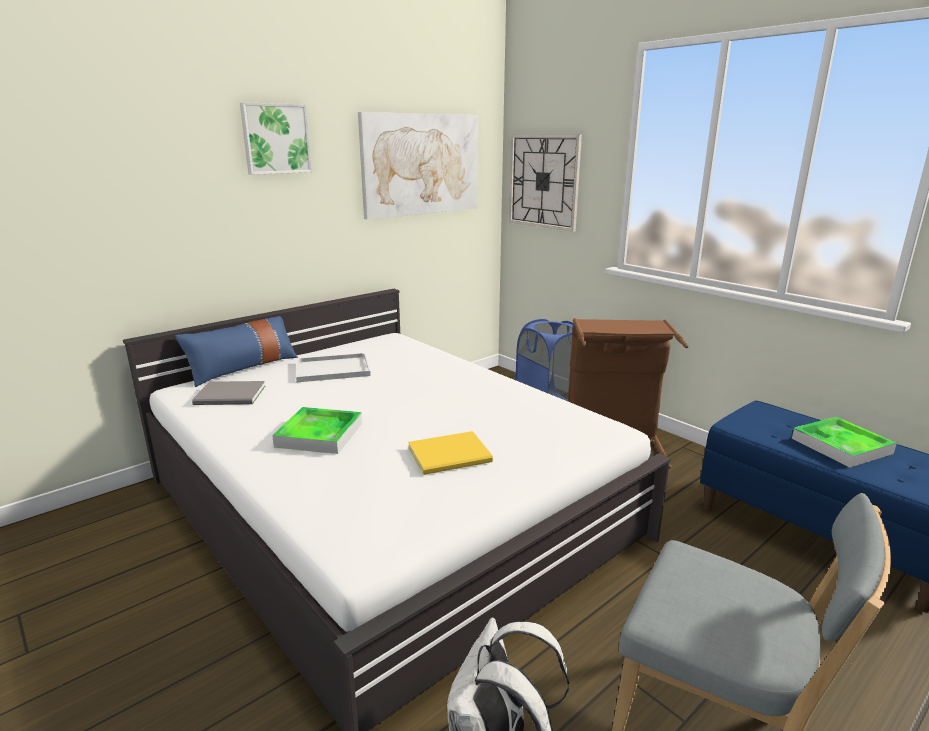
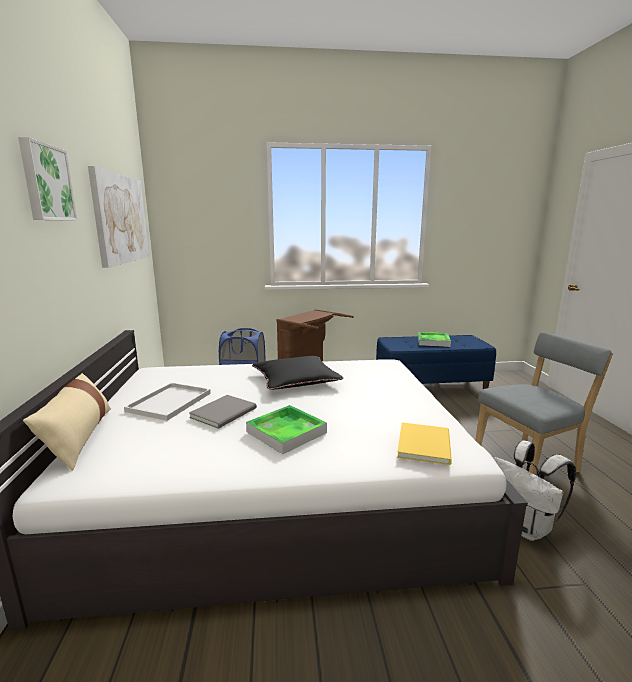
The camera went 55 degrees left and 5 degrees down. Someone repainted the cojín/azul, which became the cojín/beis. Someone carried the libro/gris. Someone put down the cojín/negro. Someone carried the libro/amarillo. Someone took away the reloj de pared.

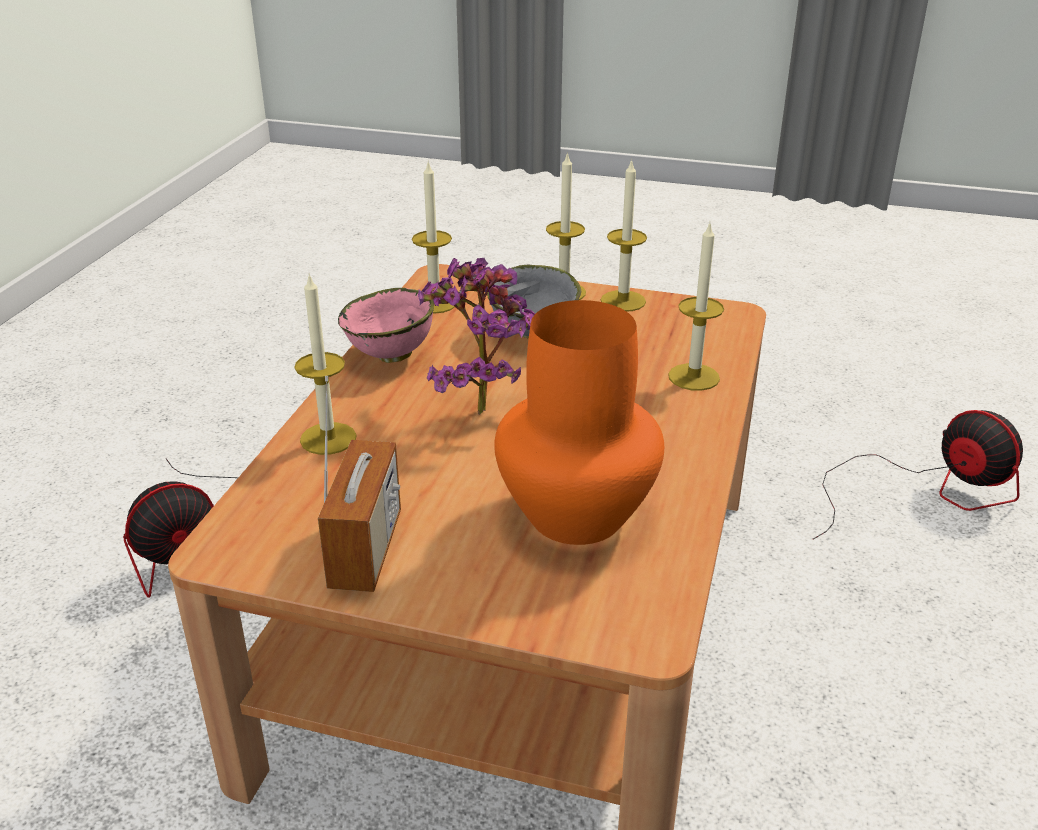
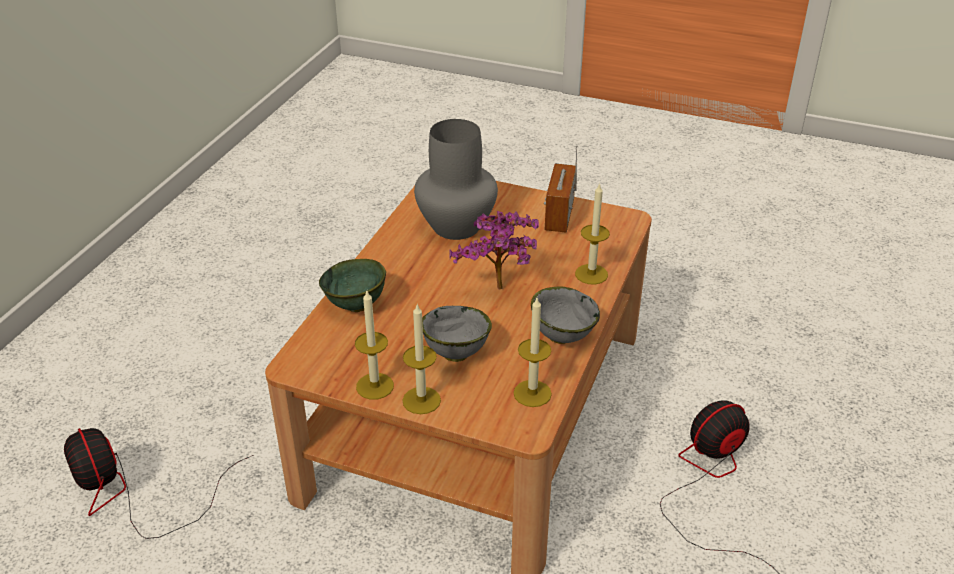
The camera went 175 degrees left and 5 degrees up. Someone swapped the vela (5th from left) for the cuenco/verde. Someone repainted the florero/naranja, which became the florero/gris. Someone repainted the cuenco/rosa, which became the cuenco/gris (2nd from left).

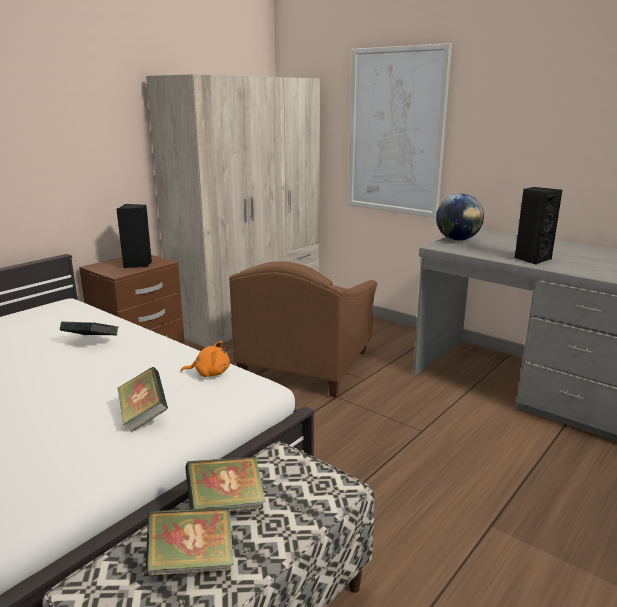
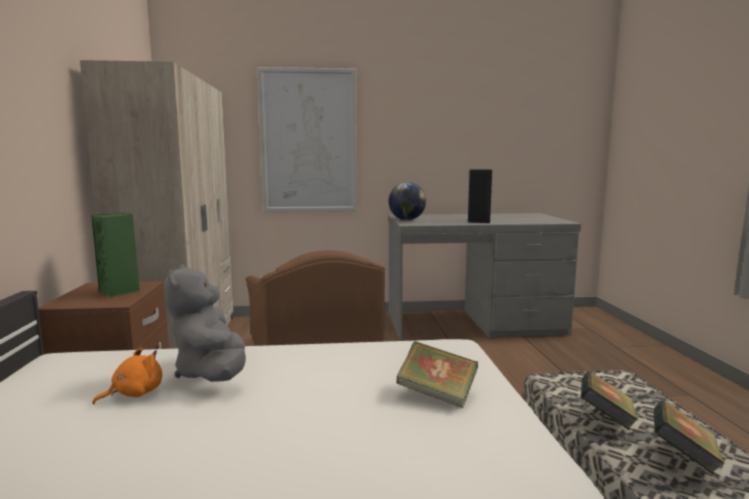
The camera went 45 degrees left and 10 degrees down. Someone repainted the altavoz/negro (1st from left), which became the altavoz/verde. Someone carried the peluche/naranja. Someone swapped the libro (1st from left) for the peluche/gris.

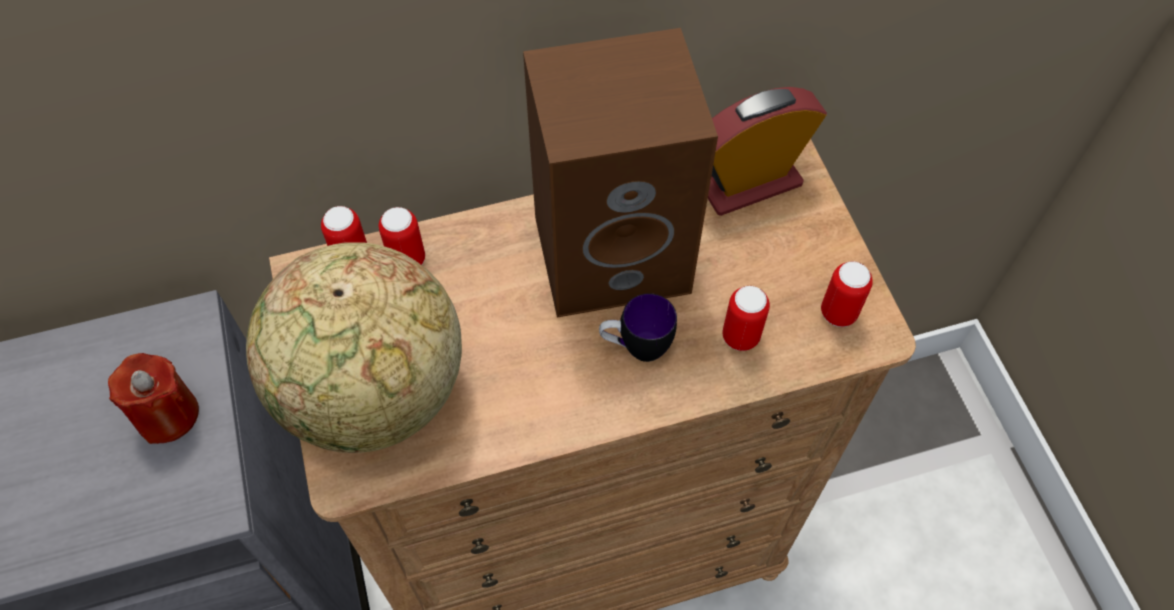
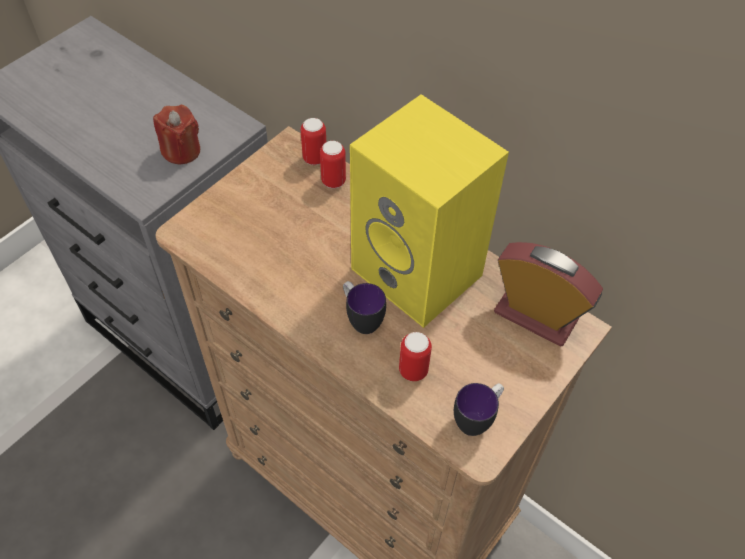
The camera went 55 degrees right and 5 degrees down. Someone repainted the altavoz/marrón, which became the altavoz/amarillo. Someone swapped the lata (4th from left) for the taza grande (2nd from left). Someone took away the globo terráqueo.

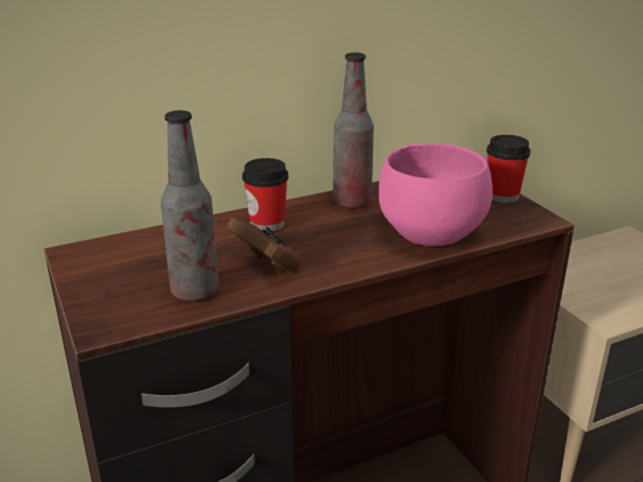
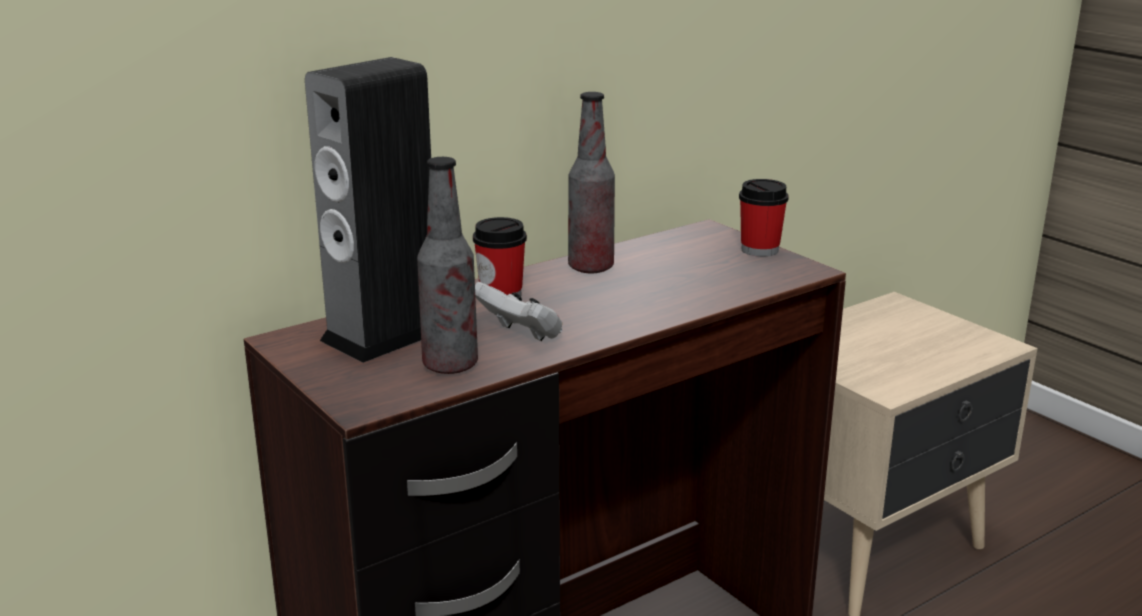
The camera went 10 degrees left and 5 degrees down. Someone put down the altavoz. Someone repainted the mando de consola/marrón, which became the mando de consola/blanco. Someone took away the cuenco/rosa.

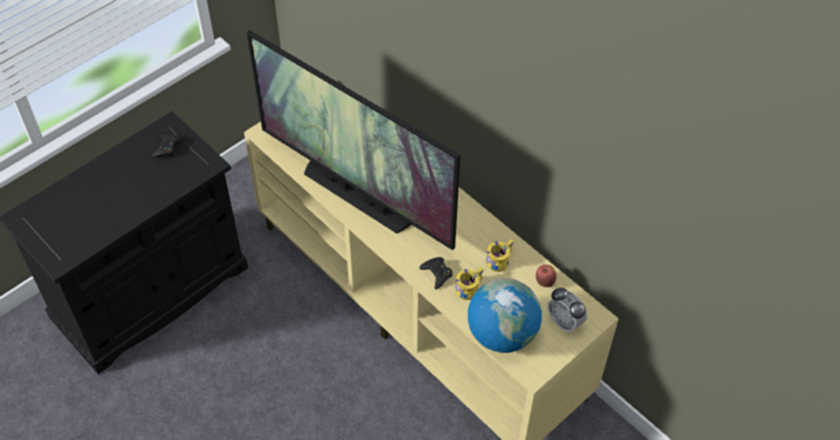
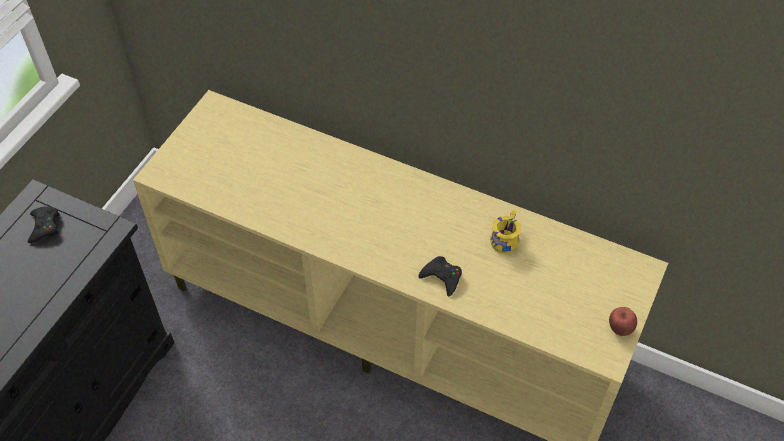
The camera went 20 degrees left and 0 degrees up. Someone carried the manzana. Someone took away the televisor. Someone took away the taza grande/amarillo (1st from left). Someone took away the globo terráqueo. Someone took away the despertador.

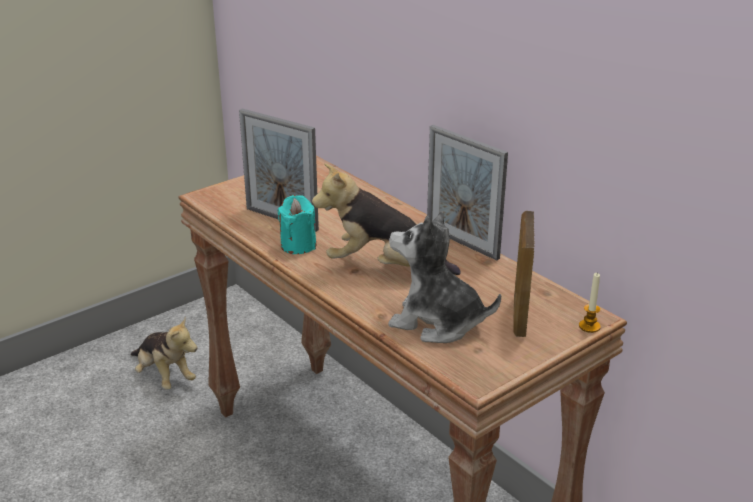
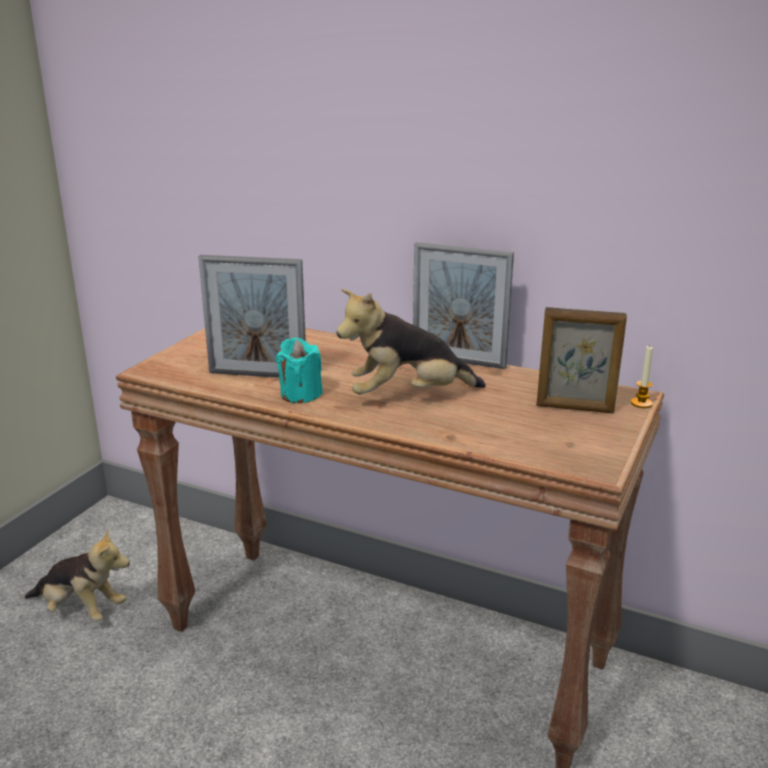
The camera went 25 degrees left and 5 degrees down. Someone rotated the portarretratos (3rd from left) by 60 degrees counterclockwise. Someone took away the peluche (3rd from left).

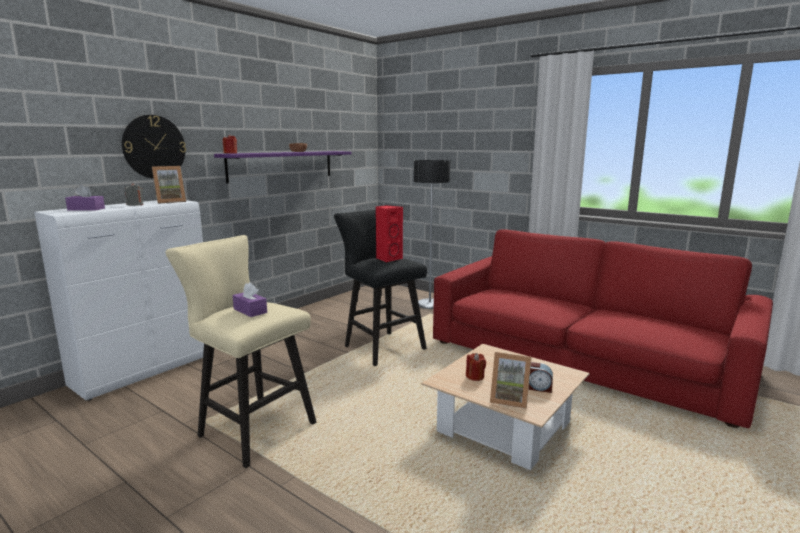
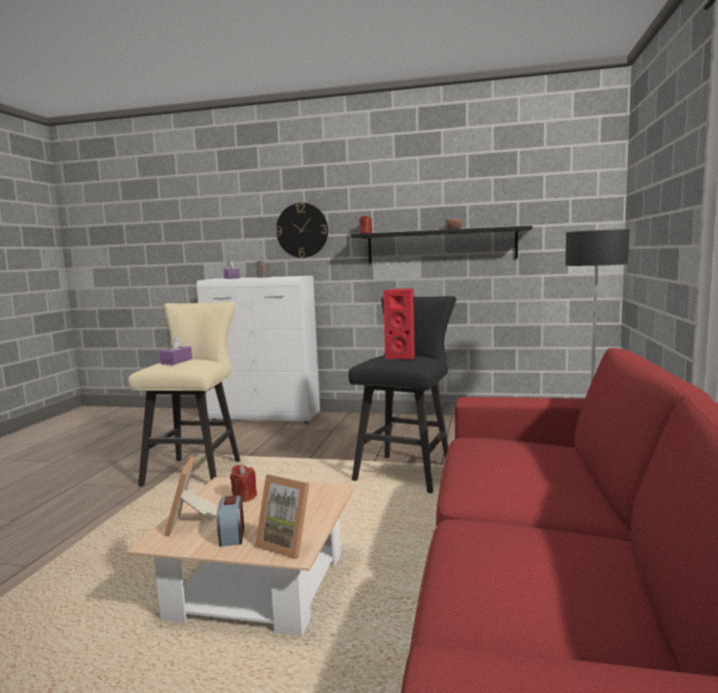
The camera went 65 degrees right and 5 degrees down. Someone carried the portarretratos (1st from left in the first image). Someone repainted the estante/morado, which became the estante/negro.

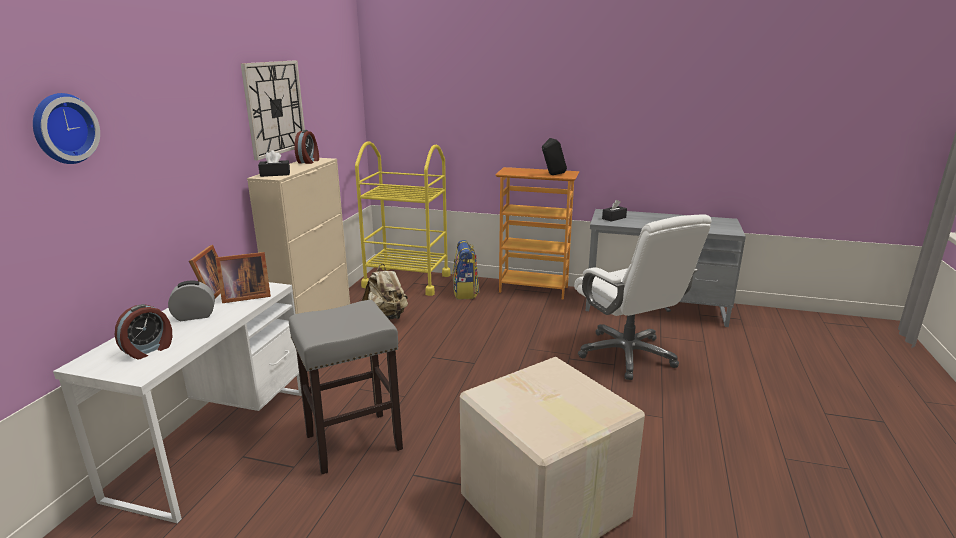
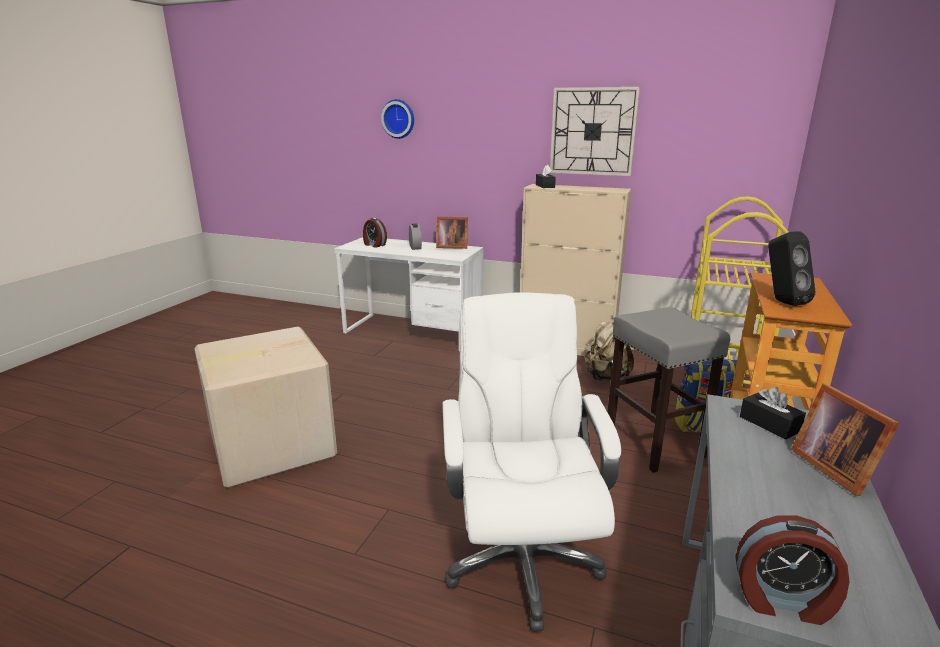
The camera went 95 degrees right and 0 degrees up. Someone rotated the silla de oficina/blanco by 105 degrees clockwise. Someone carried the taburete/gris. Someone carried the despertador (3rd from left). Someone carried the portarretratos (2nd from left).

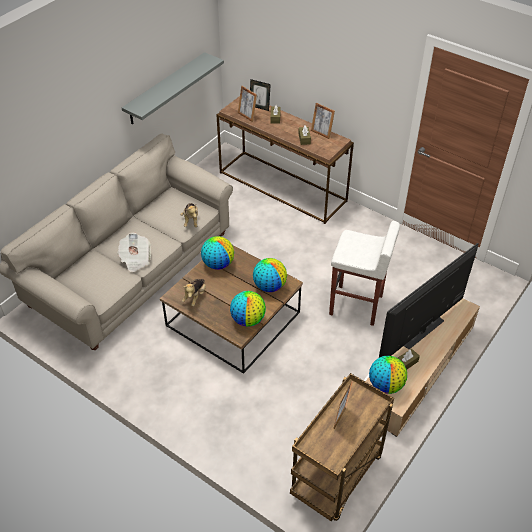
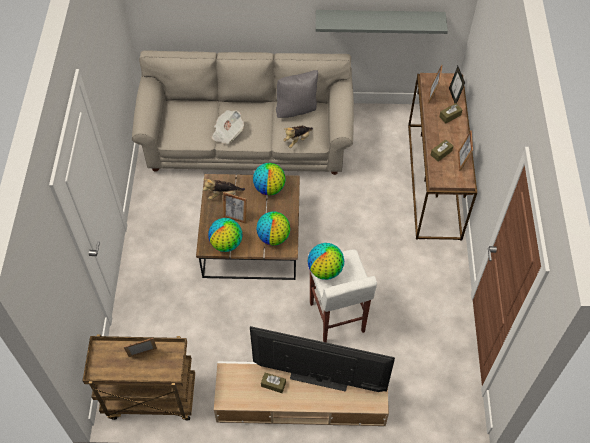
The camera went 55 degrees right and 10 degrees up. Someone put down the portarretratos (2nd from left). Someone put down the cojín/gris. Someone carried the globo terráqueo (4th from left).

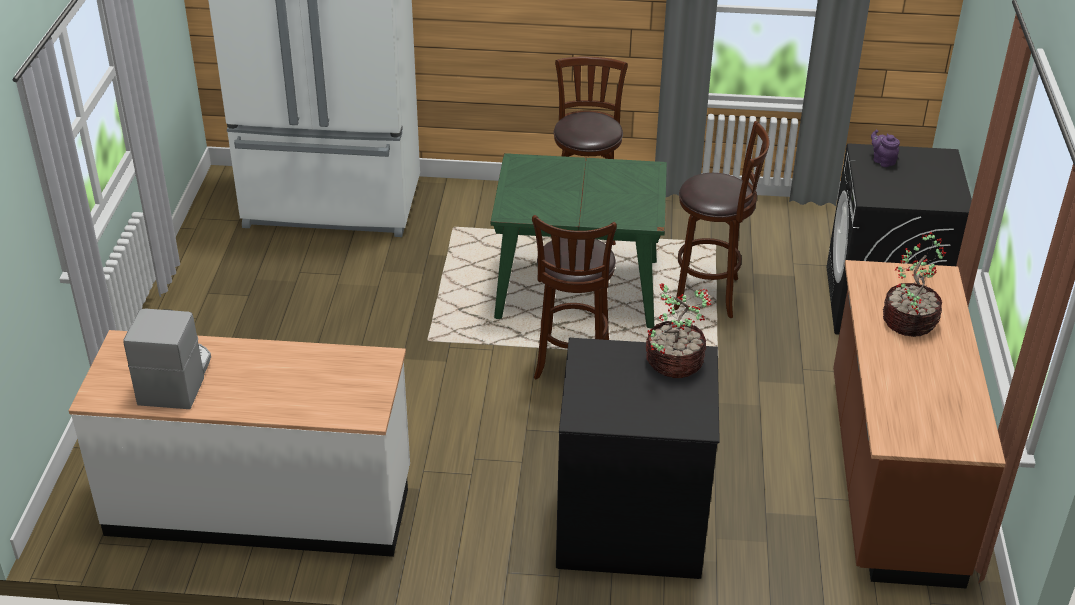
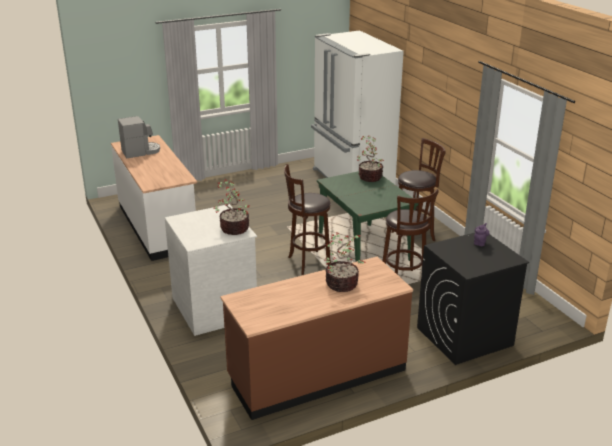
The camera went 60 degrees right and 10 degrees down. Someone repainted the cómoda/negro, which became the cómoda/blanco. Someone put down the planta en maceta (3rd from left).

